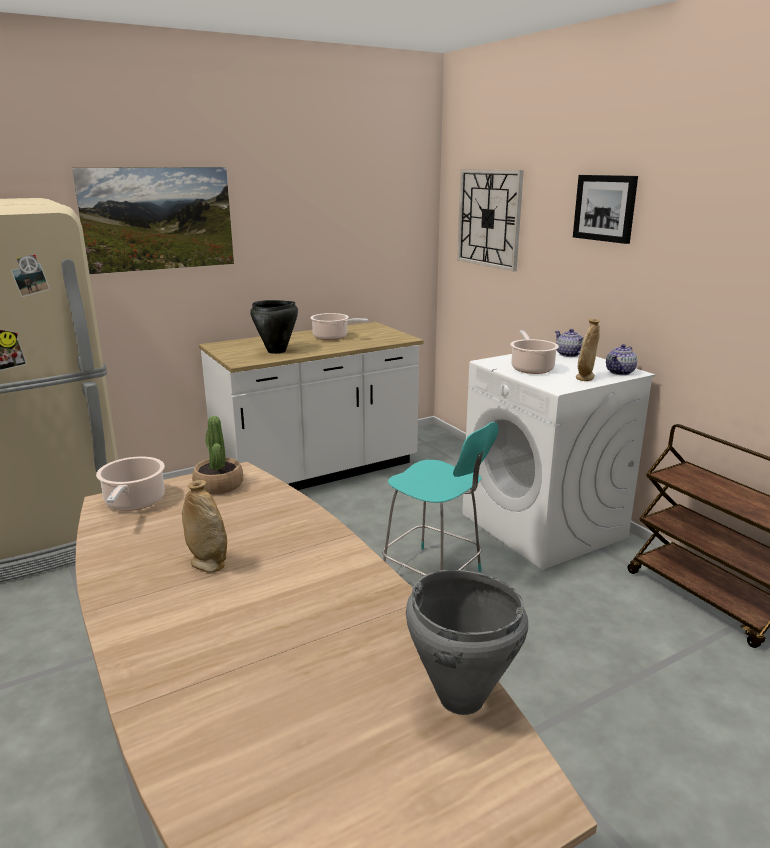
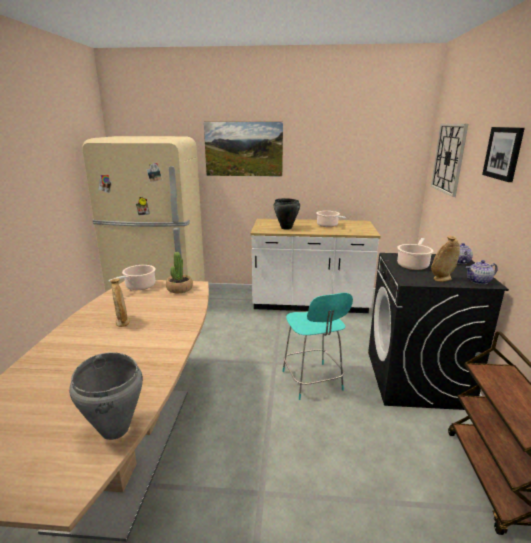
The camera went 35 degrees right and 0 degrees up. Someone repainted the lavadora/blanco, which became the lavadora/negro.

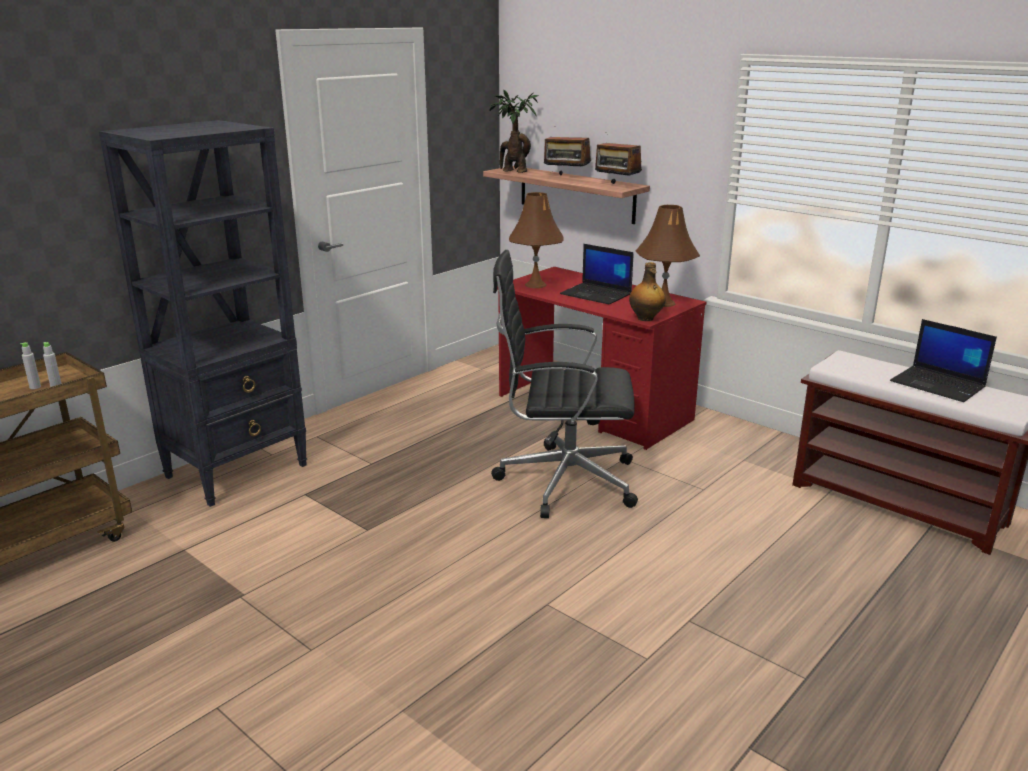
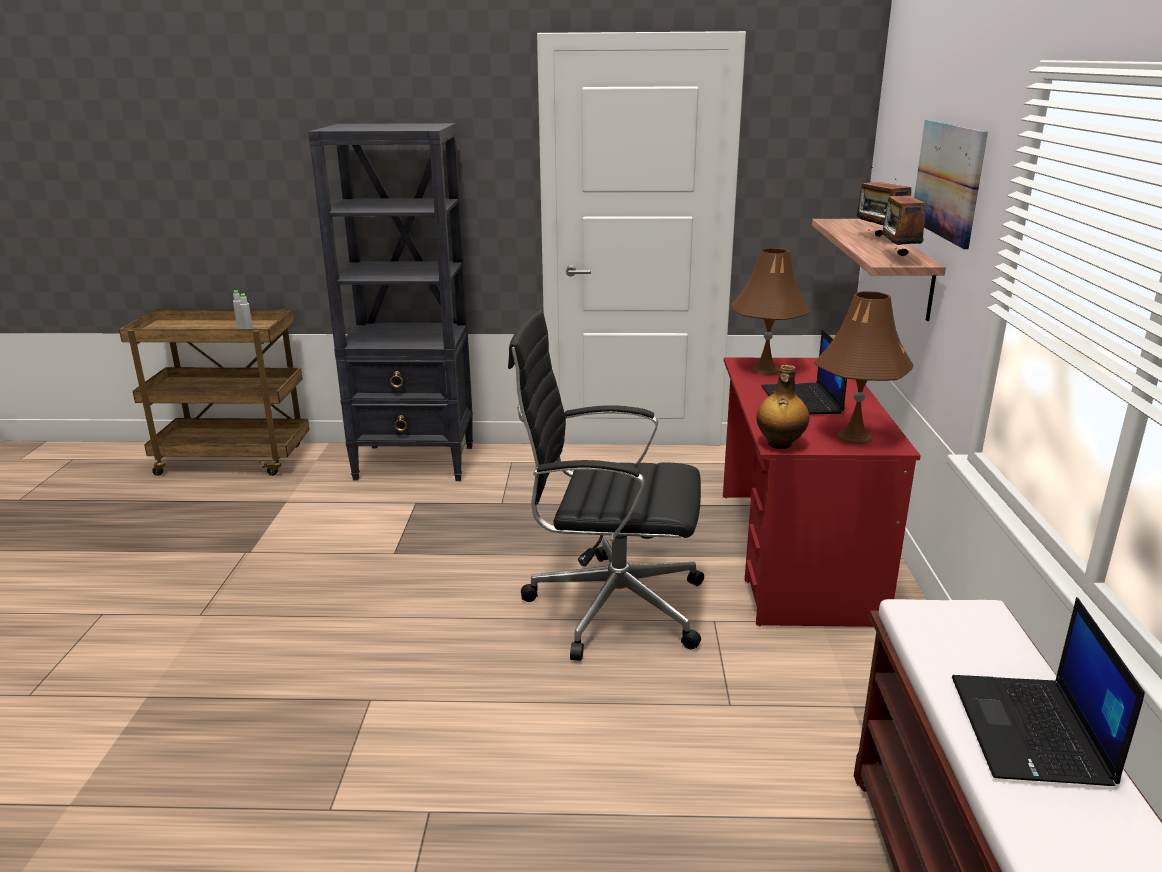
The camera went 50 degrees right and 0 degrees up. Someone rotated the silla de oficina/negro by 45 degrees counterclockwise. Someone put up the cuadro. Someone took away the planta en maceta.

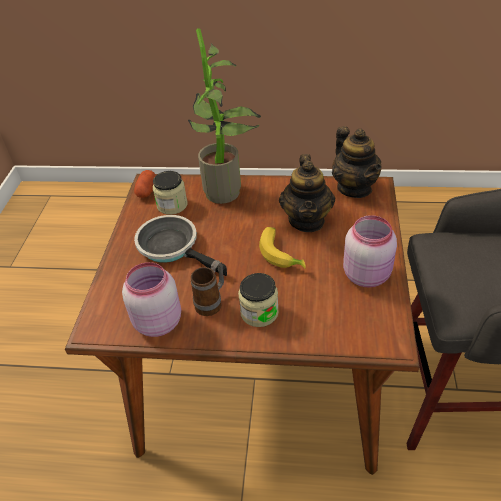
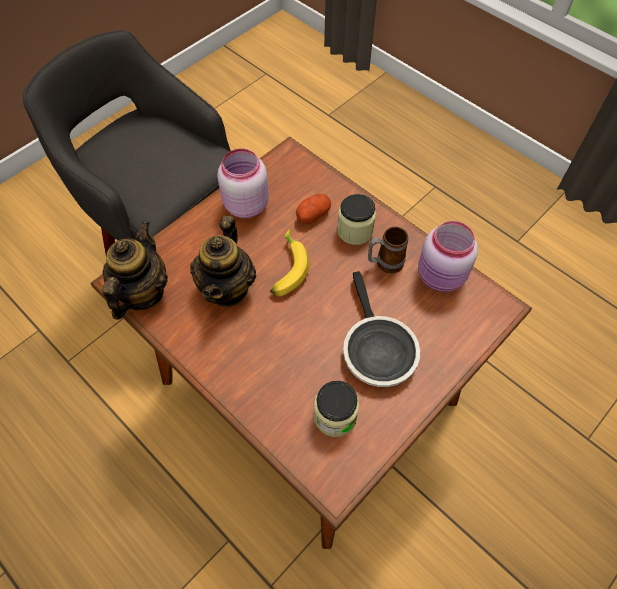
The camera went 145 degrees left and 15 degrees up. Someone rotated the tetera (1st from left in the first image) by 150 degrees clockwise. Someone carried the patata. Someone took away the planta en maceta.

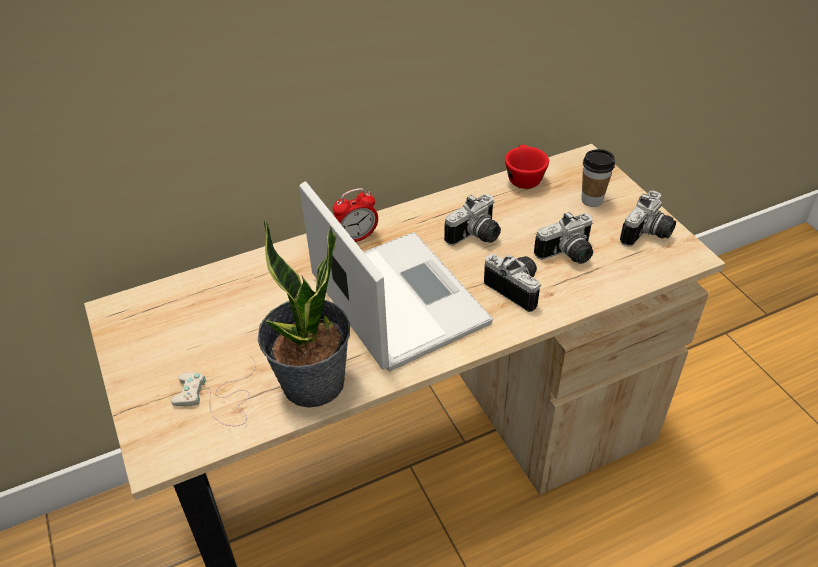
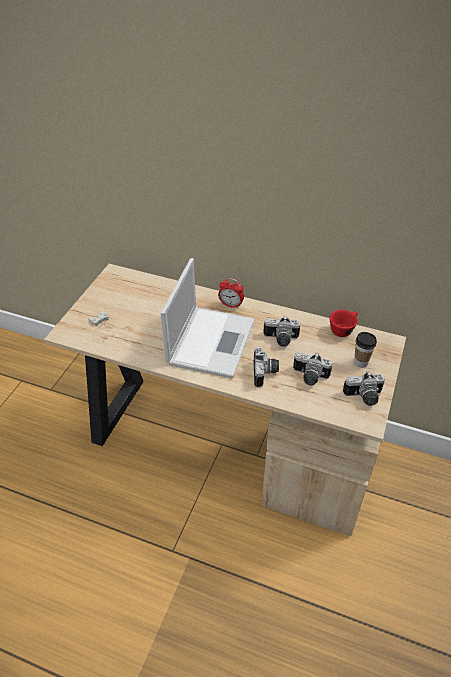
The camera went 45 degrees right and 0 degrees up. Someone took away the planta en maceta.

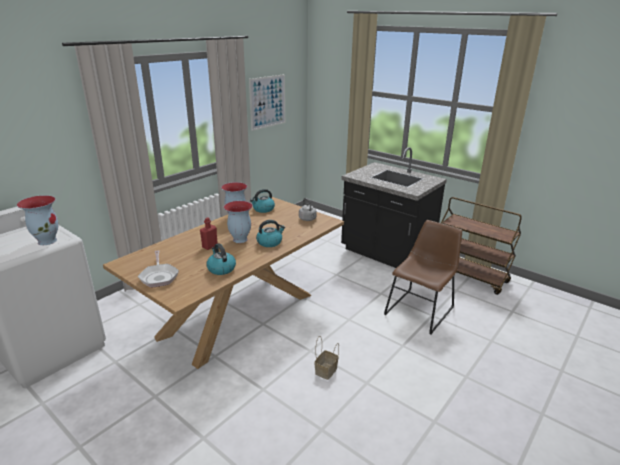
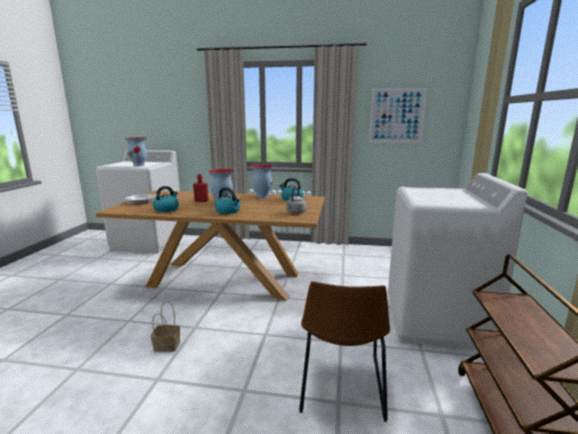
The camera went 60 degrees right and 10 degrees down. Someone rotated the silla/marrón by 90 degrees clockwise. Someone swapped the mueble bajo de cocina/negro for the lavadora/blanco (2nd from left).

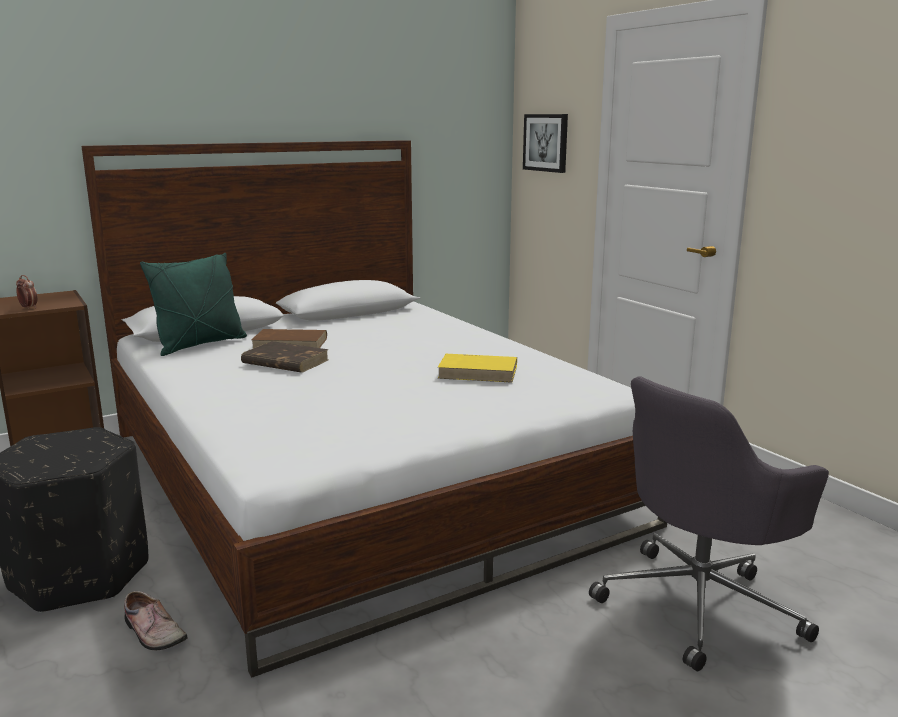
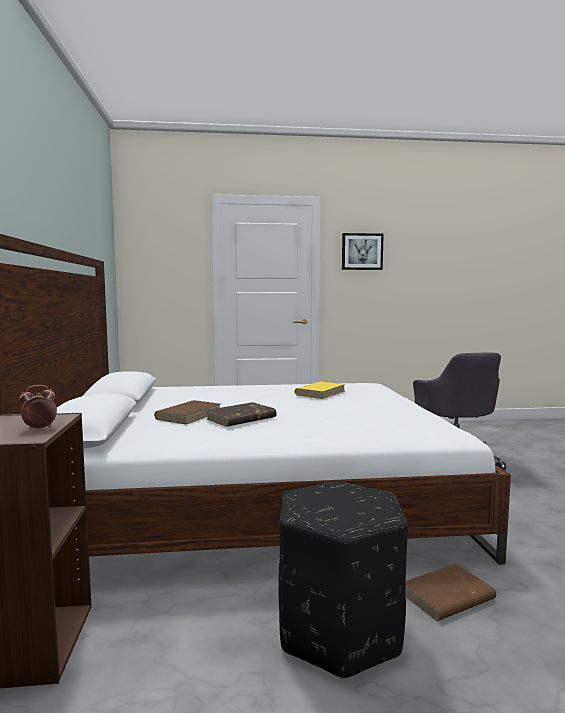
The camera went 65 degrees left and 10 degrees down. Someone carried the cuadro. Someone swapped the zapato for the libro/marrón (3rd from left). Someone took away the cojín/verde.

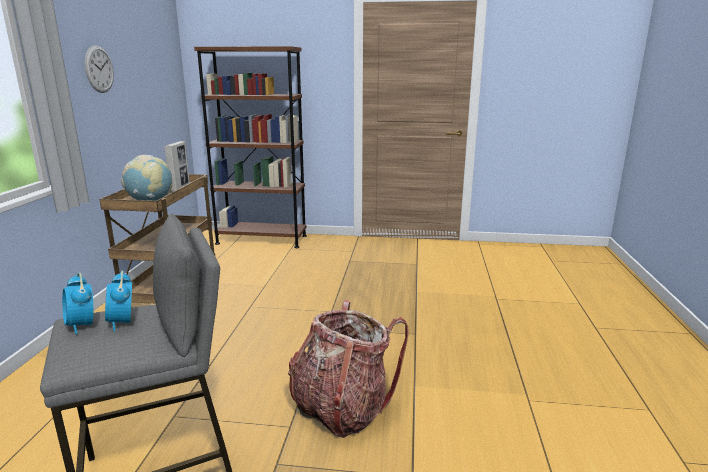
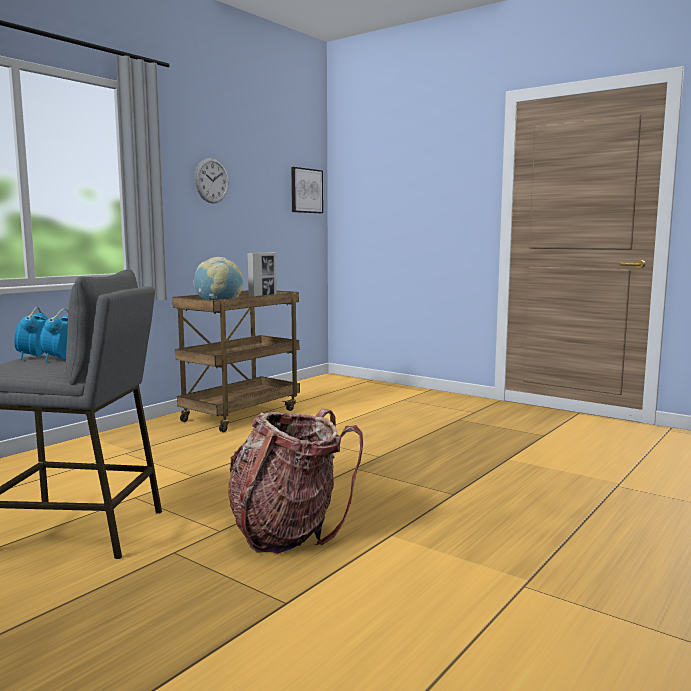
The camera went 30 degrees right and 10 degrees down. Someone put up the cuadro. Someone took away the estantería/marrón.

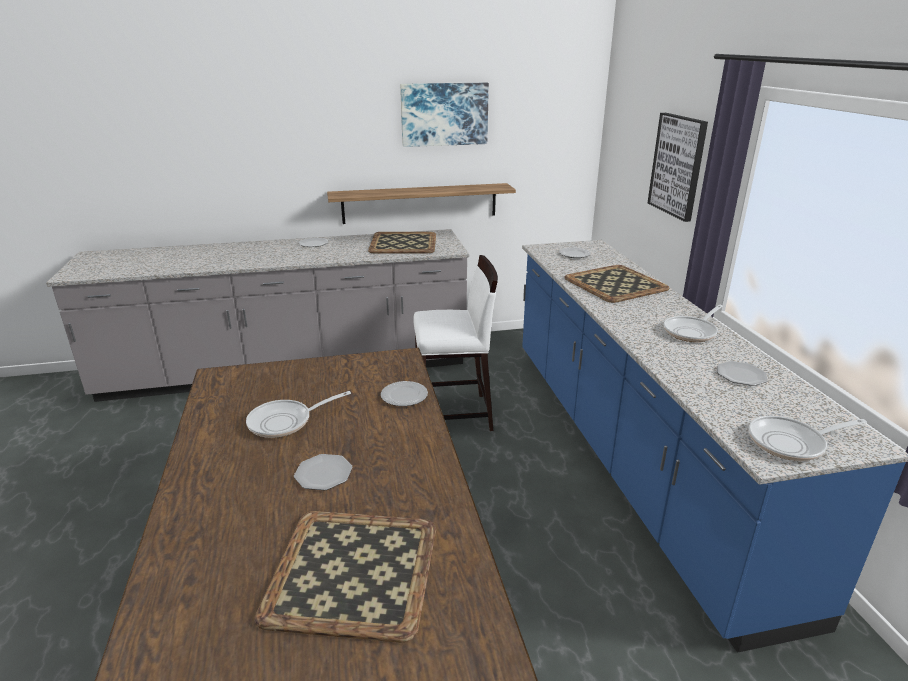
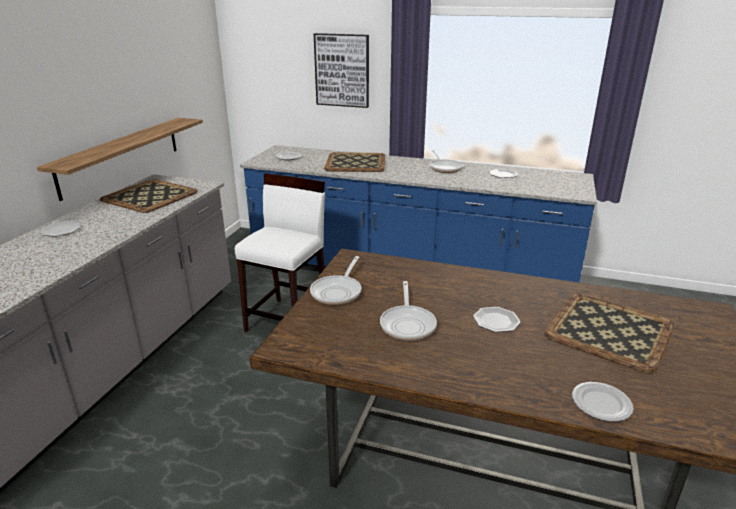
The camera went 60 degrees left and 0 degrees up. Someone carried the sartén (3rd from left in the first image). Someone carried the plato (3rd from left in the first image). Someone took away the cuadro (1st from left).

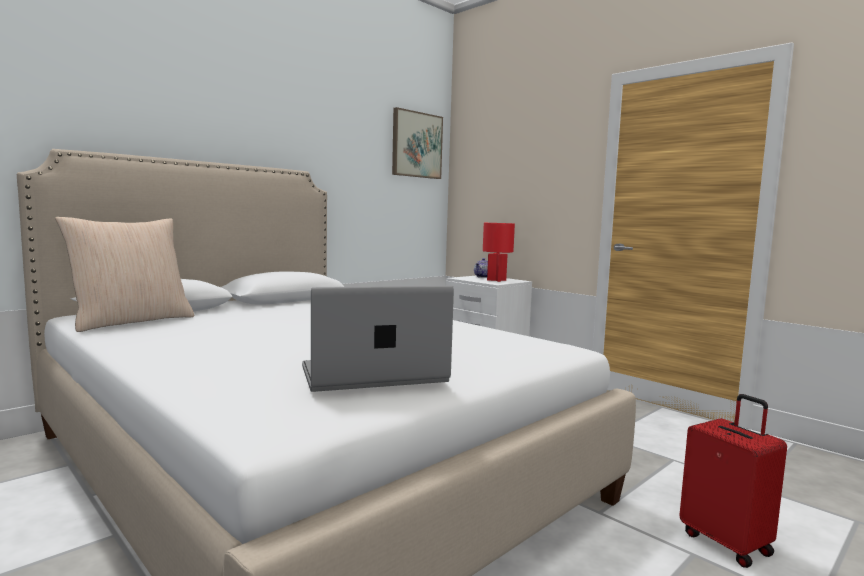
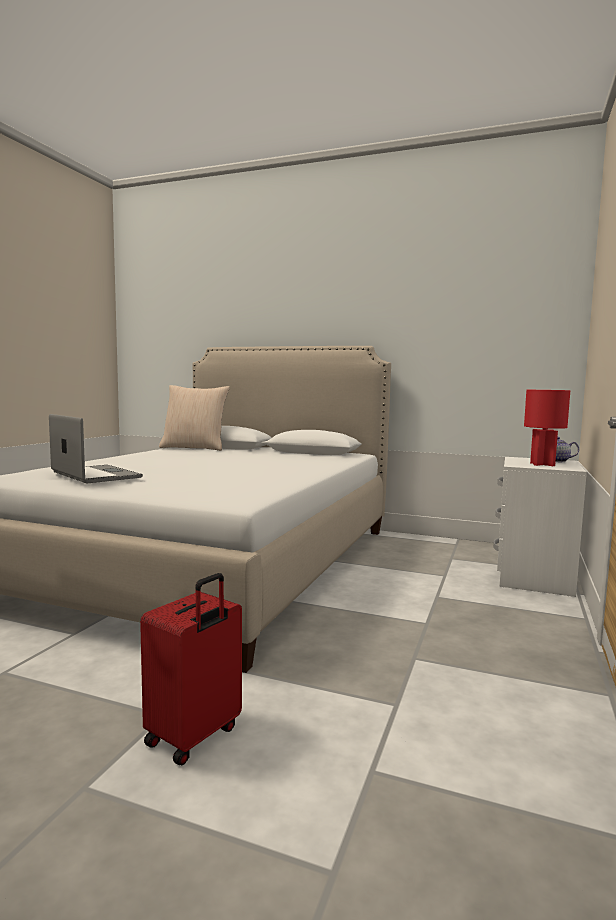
The camera went 65 degrees right and 0 degrees up. Someone took away the cuadro.

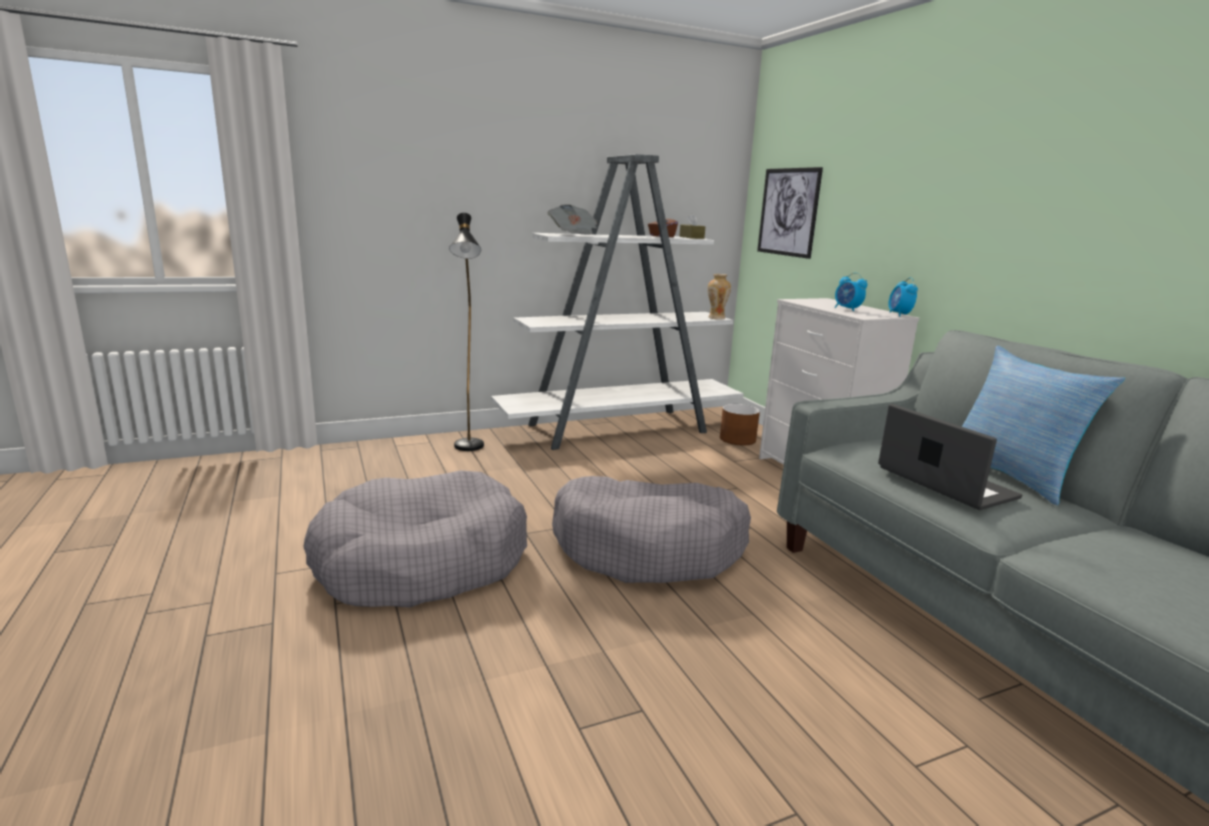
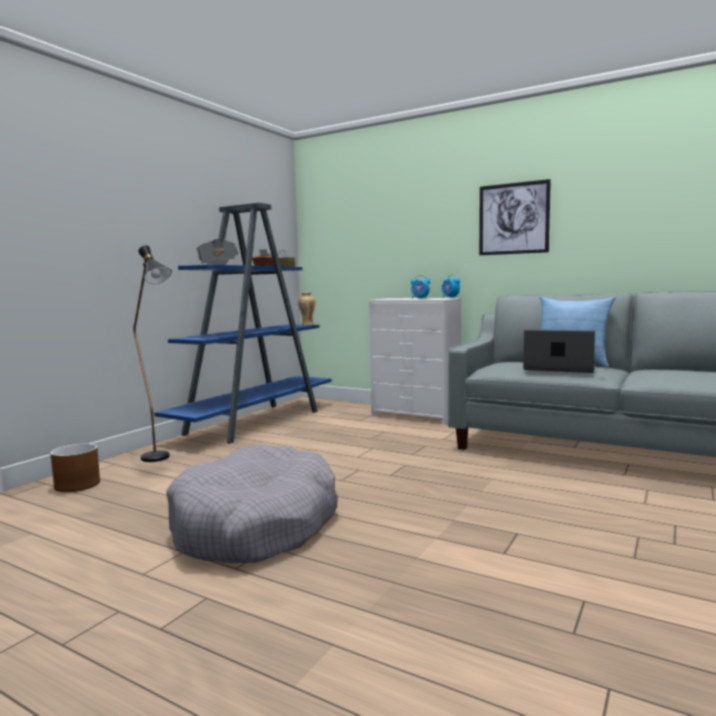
The camera went 35 degrees left and 10 degrees down. Someone carried the maceta/marrón. Someone repainted the estantería/blanco, which became the estantería/azul. Someone carried the cuadro. Someone took away the cama para perro/gris (2nd from left).

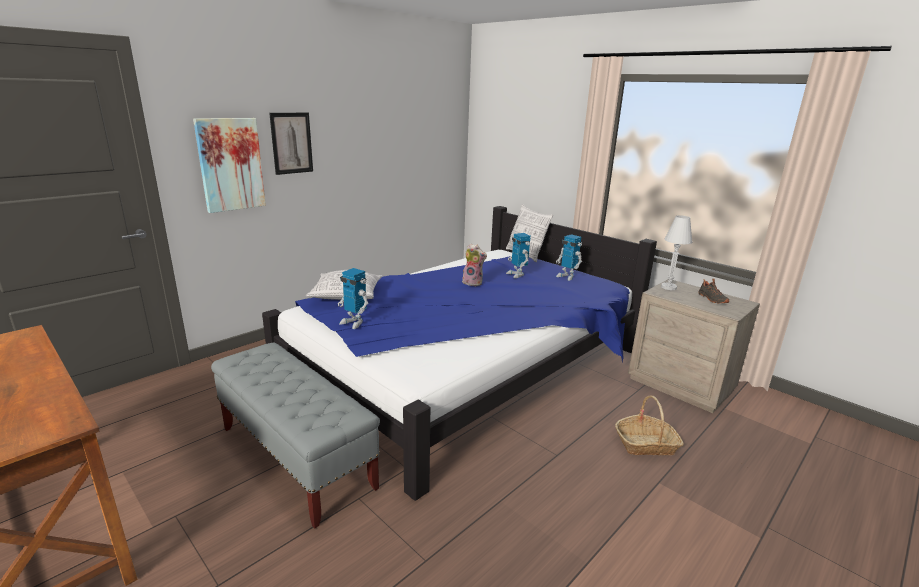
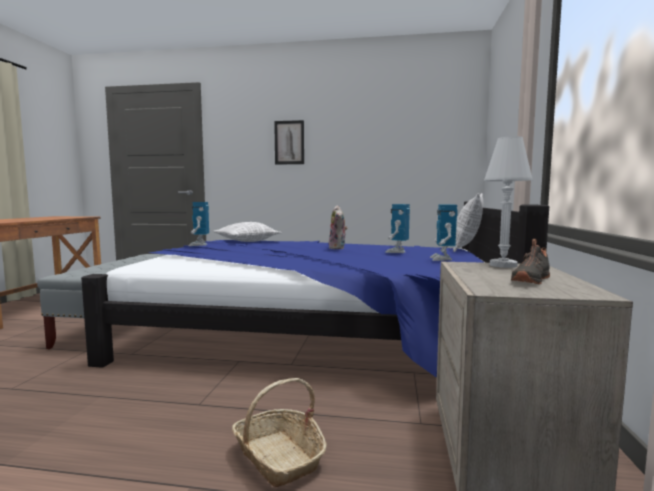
The camera went 55 degrees right and 15 degrees down. Someone took away the cuadro (1st from left).

